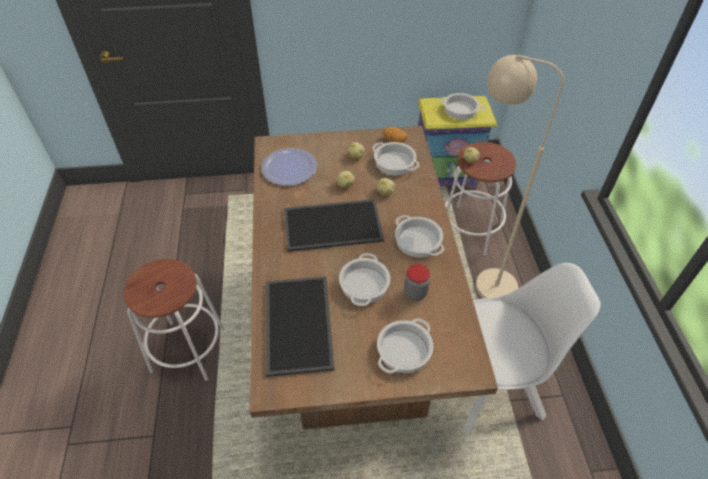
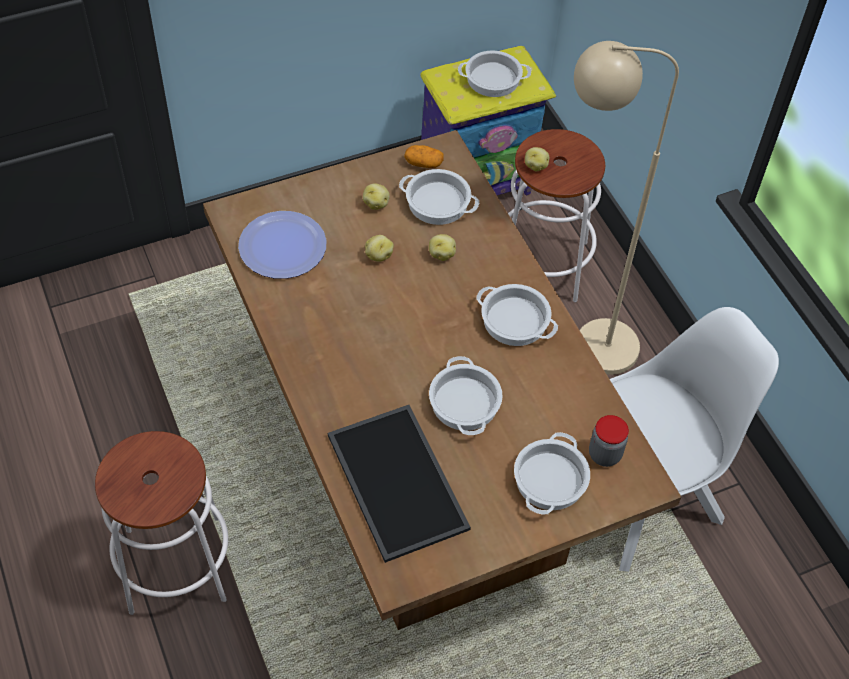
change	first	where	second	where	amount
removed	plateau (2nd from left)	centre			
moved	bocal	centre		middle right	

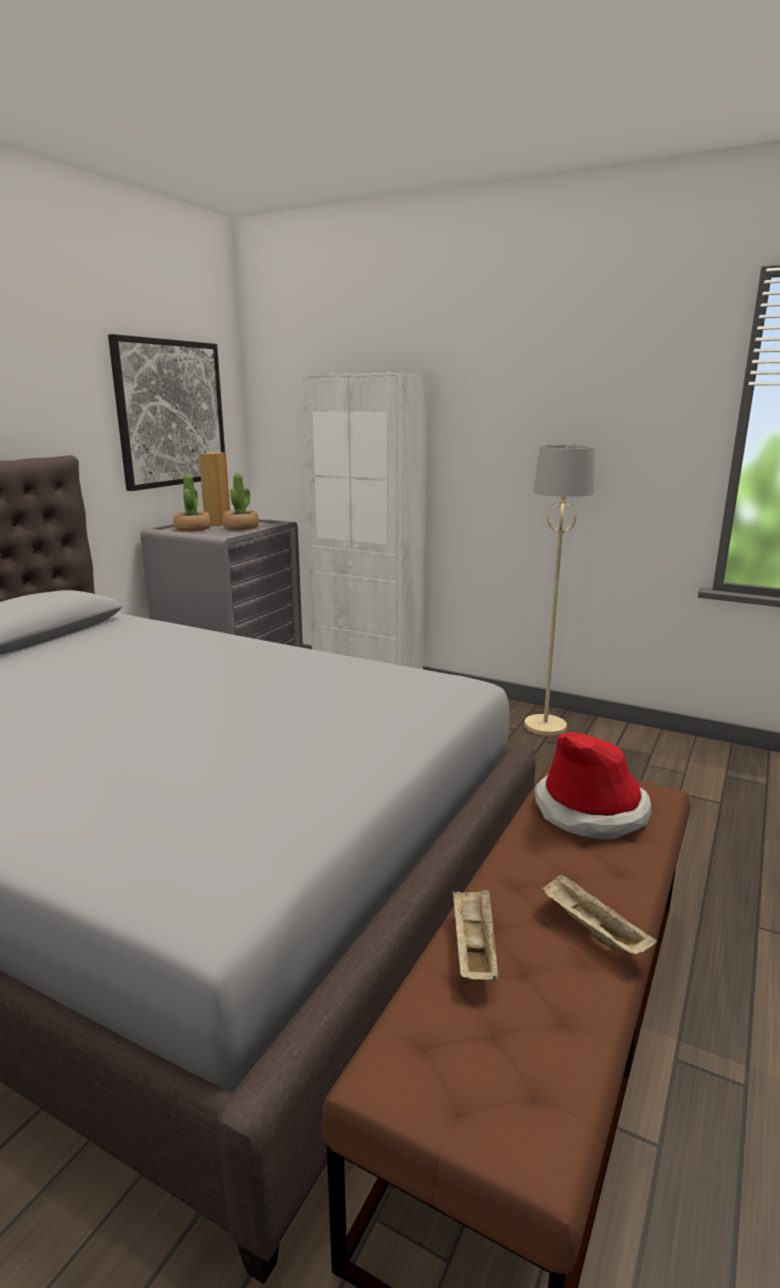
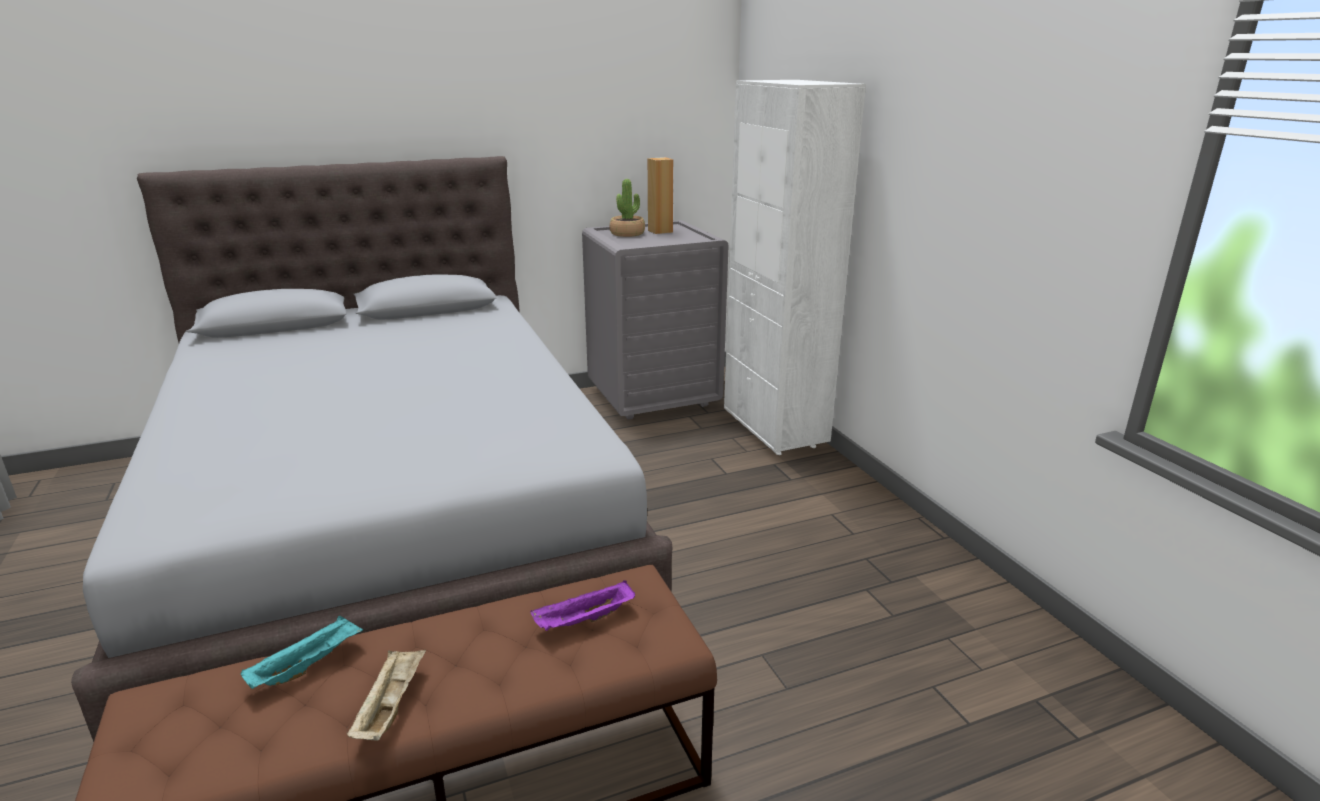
change	first	where	second	where	amount
removed	tableau	top left			
removed	plante en pot (2nd from left)	middle left			
recoloured	plateau [beige] (1st from left)	bottom centre	plateau [turquoise]	bottom left	
removed	lampadaire [beige]	middle right			
replaced	chapeau	middle right	plateau [violet]	bottom centre	

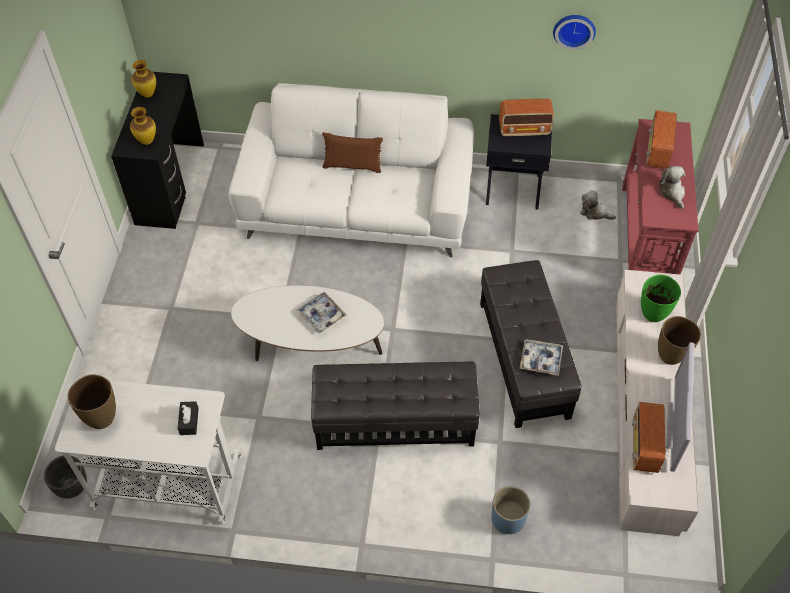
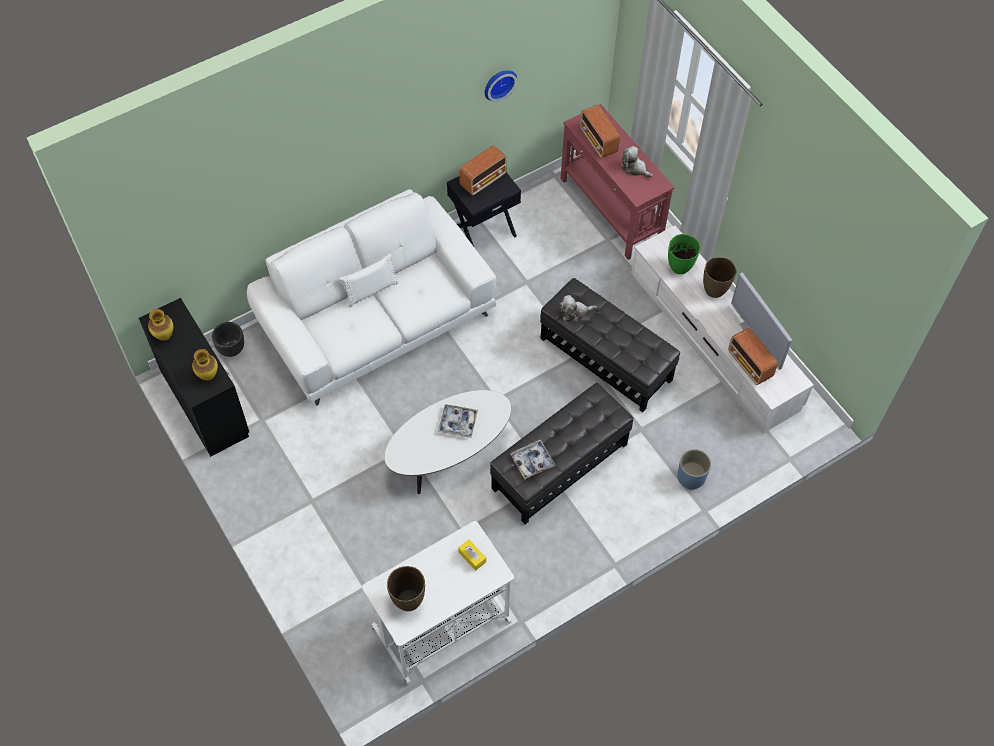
change	first	where	second	where	amount
moved	cache-pot [noir]	bottom left		middle left	
recoloured	boîte à mouchoirs [noir]	bottom left	boîte à mouchoirs [jaune]	bottom centre	
recoloured	coussin [marron]	top centre	coussin [blanc]	centre	
moved	plateau (2nd from left)	middle right		centre	
moved	peluche (1st from left)	middle right		centre	

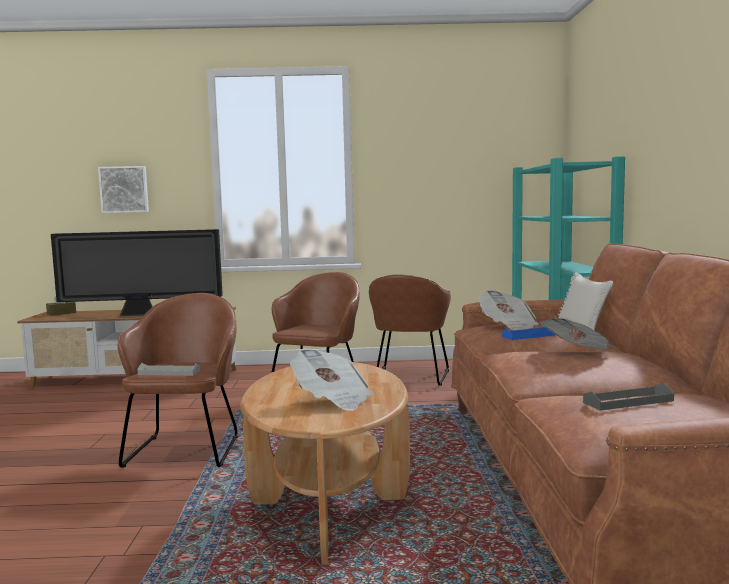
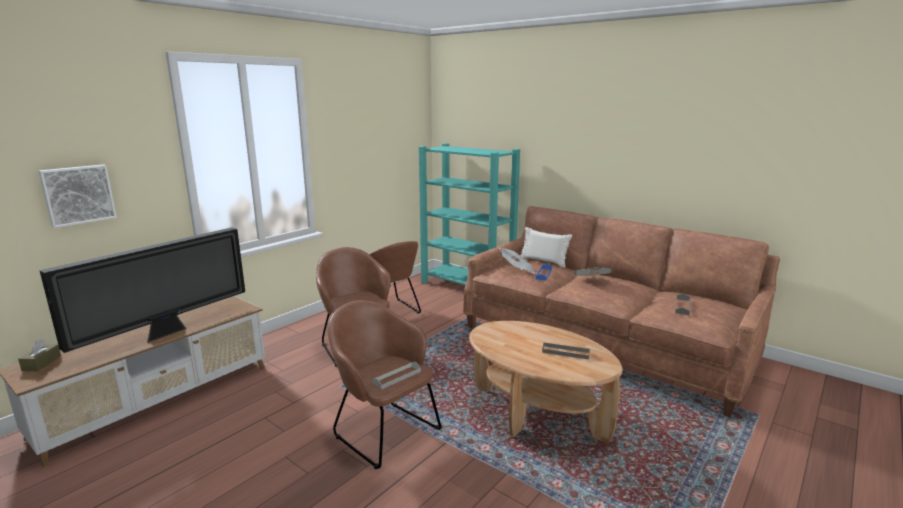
change	first	where	second	where	amount
replaced	journal (1st from left)	centre	plateau [gris] (2nd from left)	bottom centre	

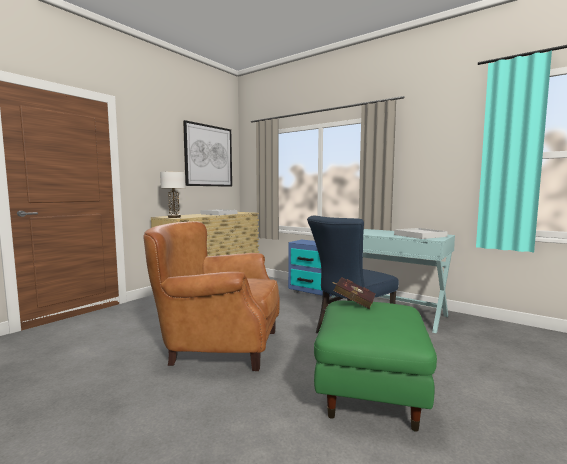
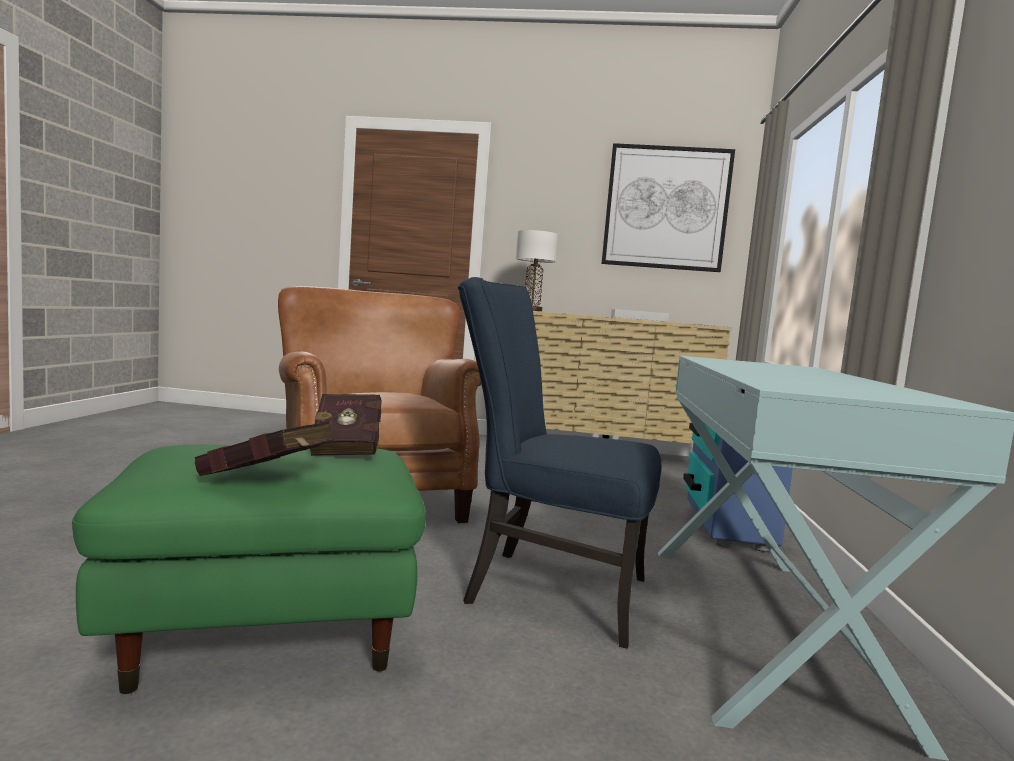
change	first	where	second	where	amount
removed	plateau [blanc] (2nd from left)	middle right			
added			livre [rouge] (1st from left)	middle left	

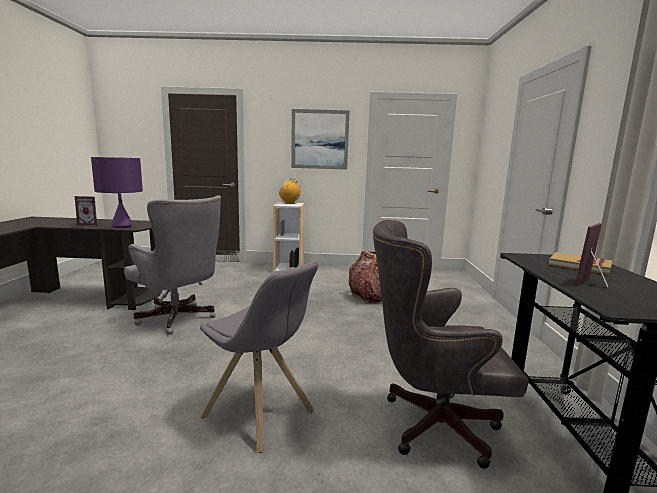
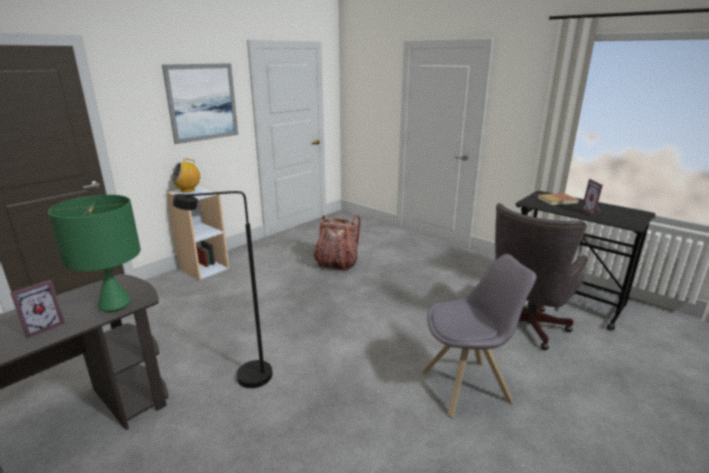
change	first	where	second	where	amount
recoloured	lampe de table [violet]	middle left	lampe de table [vert]	middle left	
replaced	chaise de bureau [gris] (1st from left)	middle left	lampadaire [noir]	middle left	

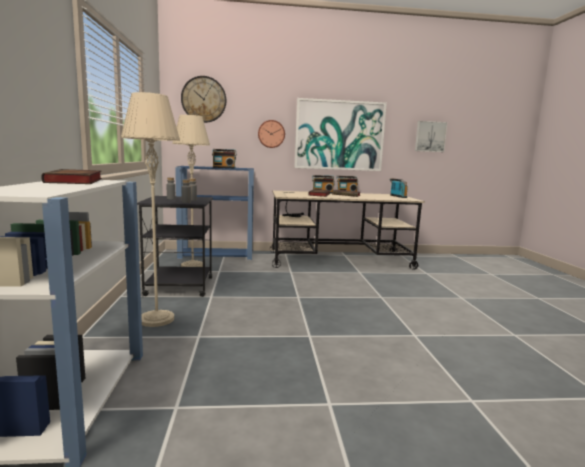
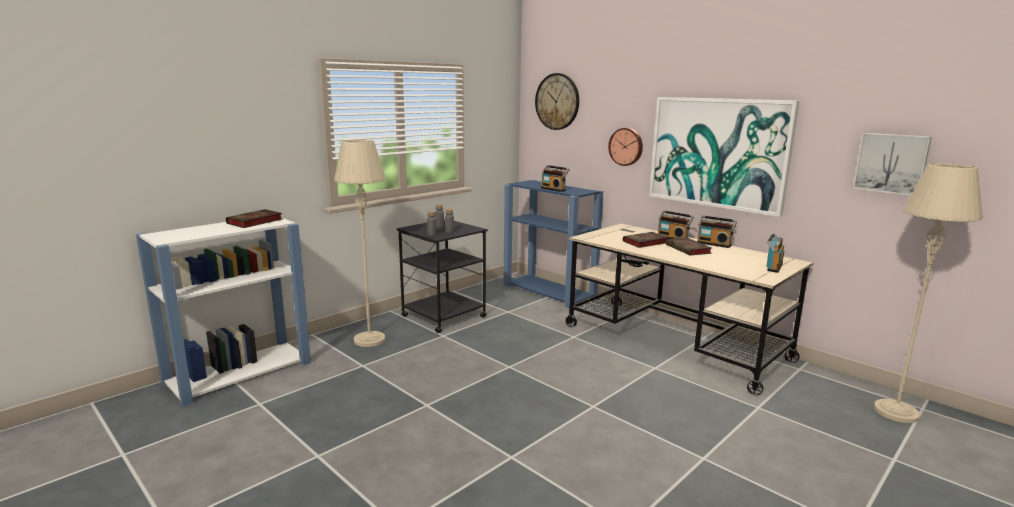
change	first	where	second	where	amount
moved	lampadaire [beige] (2nd from left)	middle left		middle right	

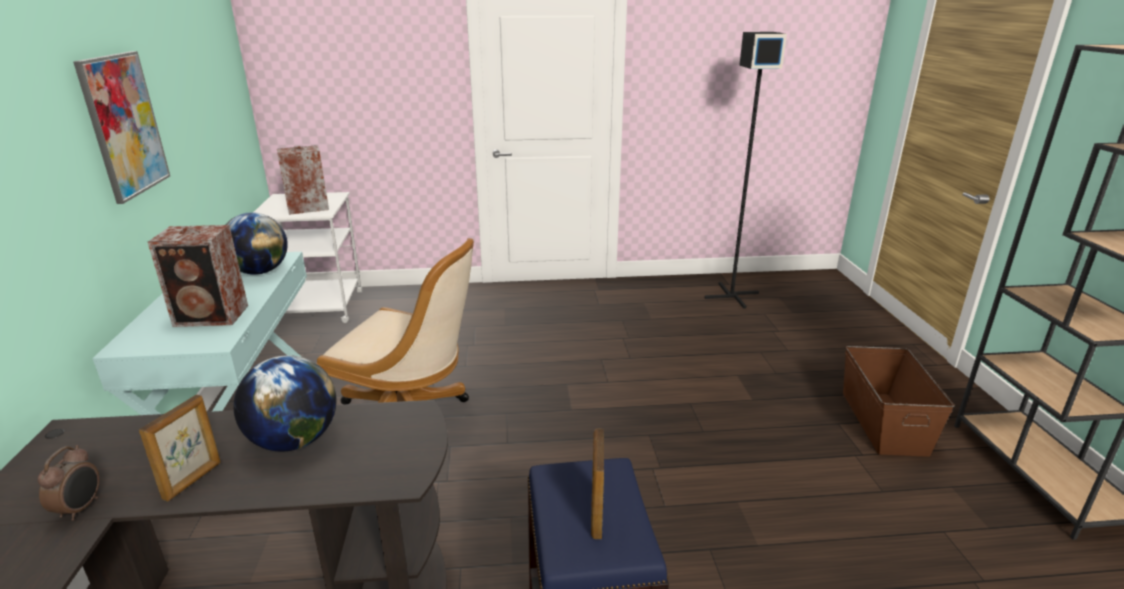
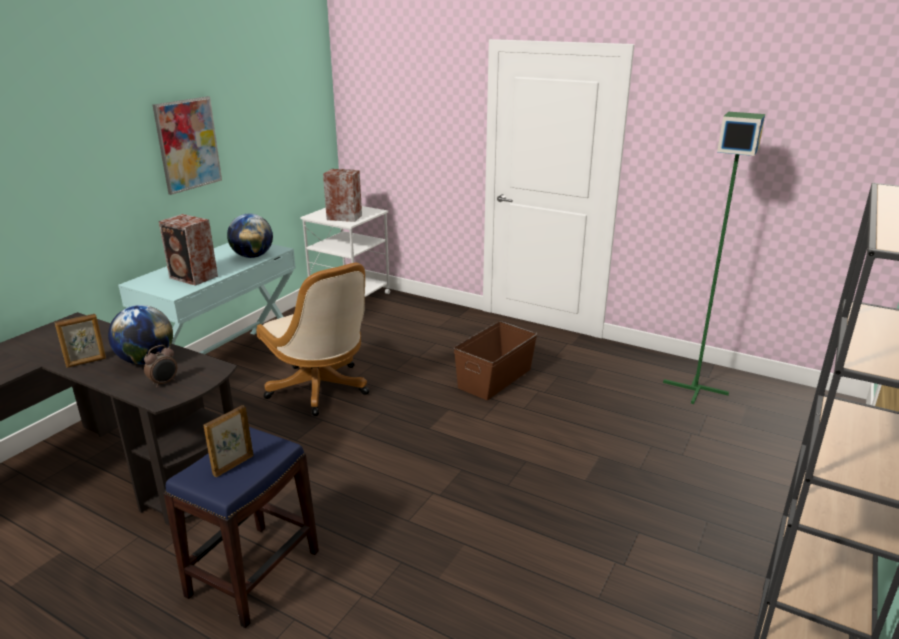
change	first	where	second	where	amount
moved	réveil	bottom left		middle left	
recoloured	lampadaire [noir]	top centre	lampadaire [vert]	middle right	
moved	boîte de rangement [marron]	bottom right		centre	

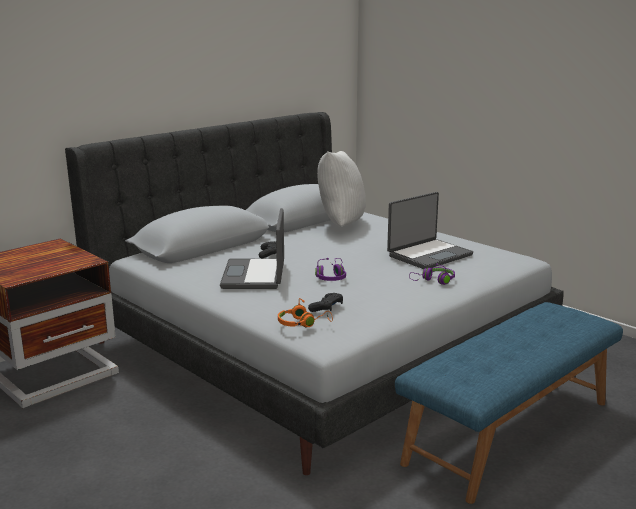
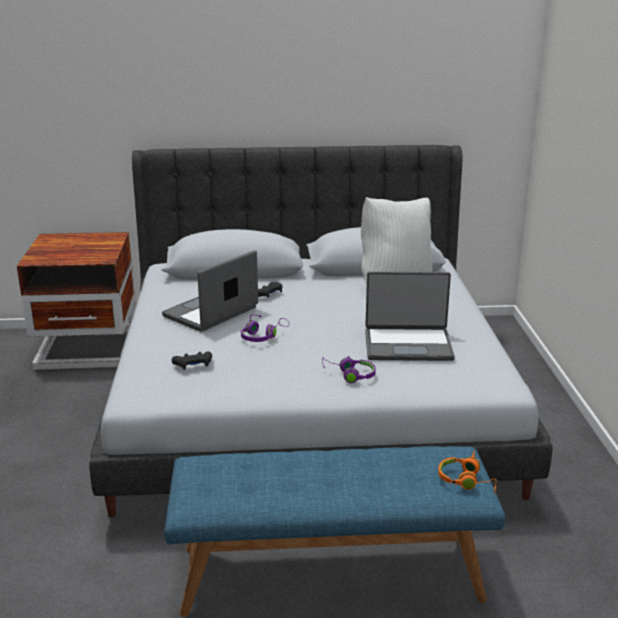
change	first	where	second	where	amount
moved	casque audio [orange]	centre		bottom right	

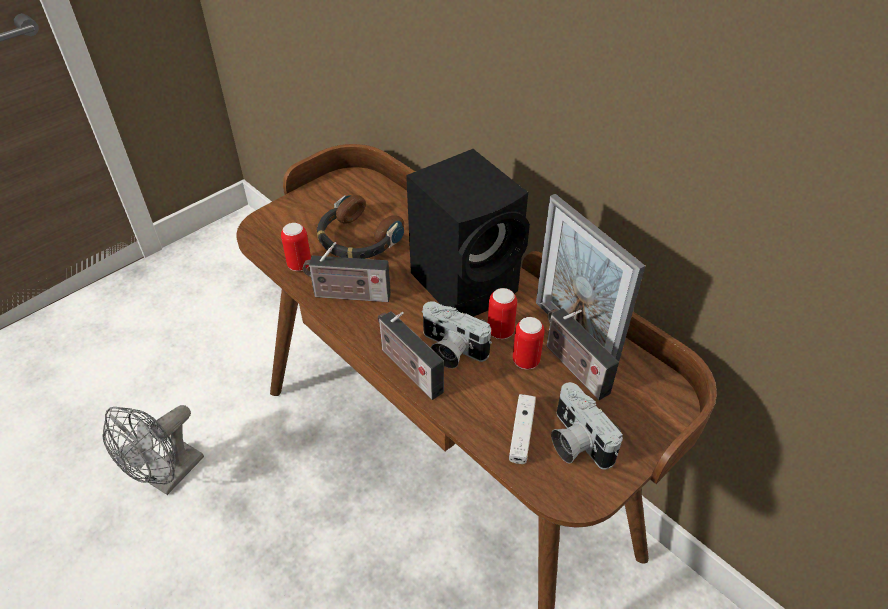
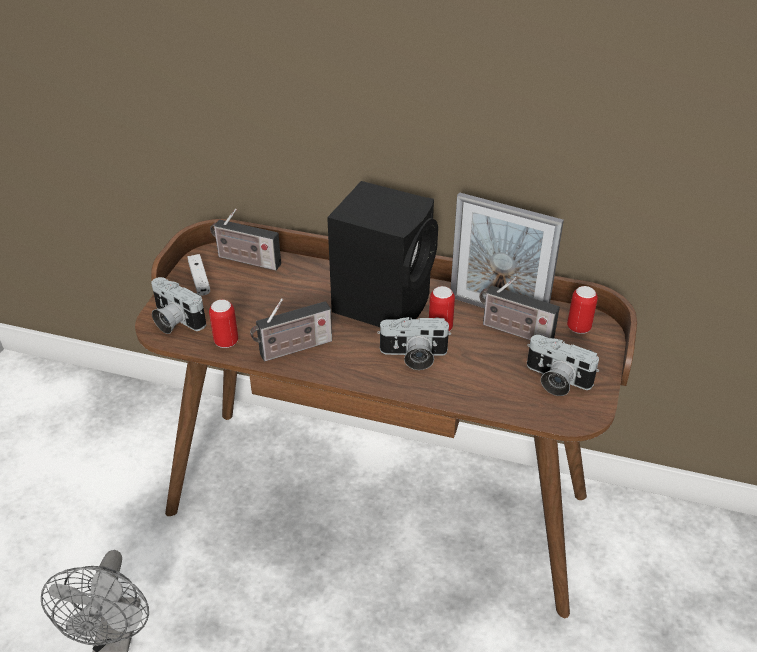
change	first	where	second	where	amount
removed	casque audio	centre			
moved	radio (2nd from left in the first image)	centre	radio (1st from left)	middle left	
moved	manette [blanc]	bottom centre		middle left	
moved	boîte métallique (3rd from left)	centre		middle right	
added			appareil photo (1st from left)	middle left	

